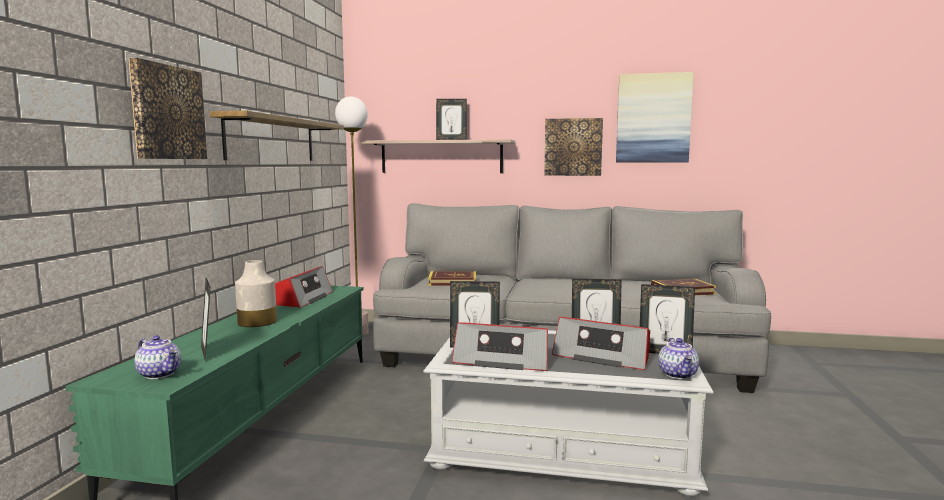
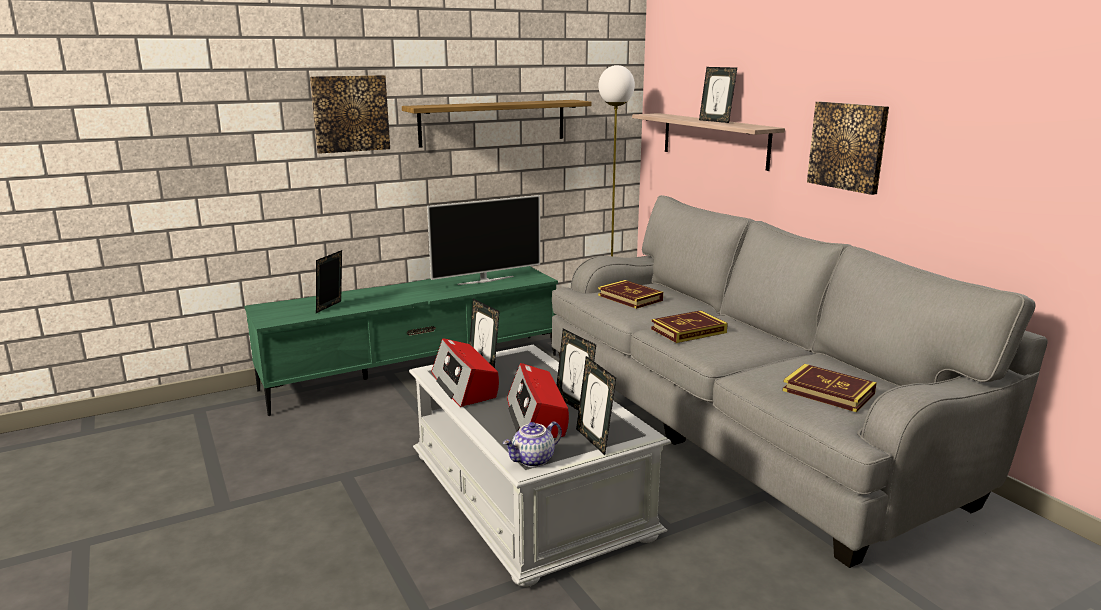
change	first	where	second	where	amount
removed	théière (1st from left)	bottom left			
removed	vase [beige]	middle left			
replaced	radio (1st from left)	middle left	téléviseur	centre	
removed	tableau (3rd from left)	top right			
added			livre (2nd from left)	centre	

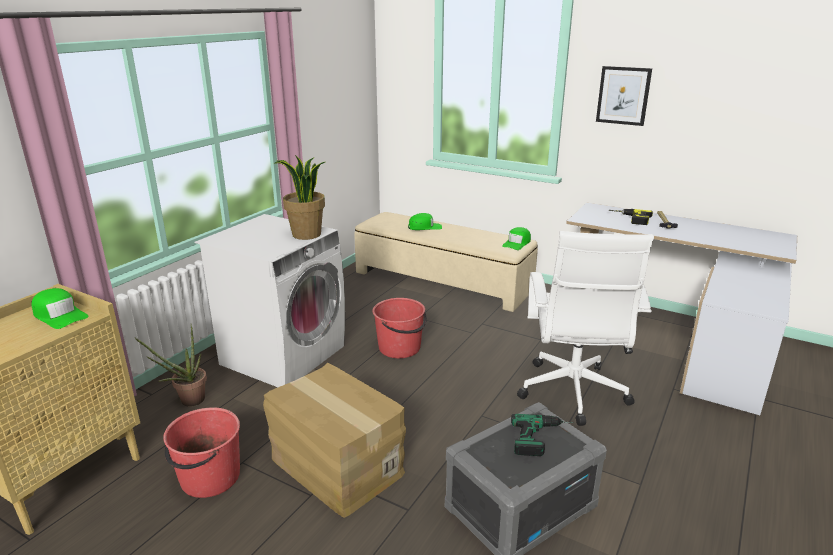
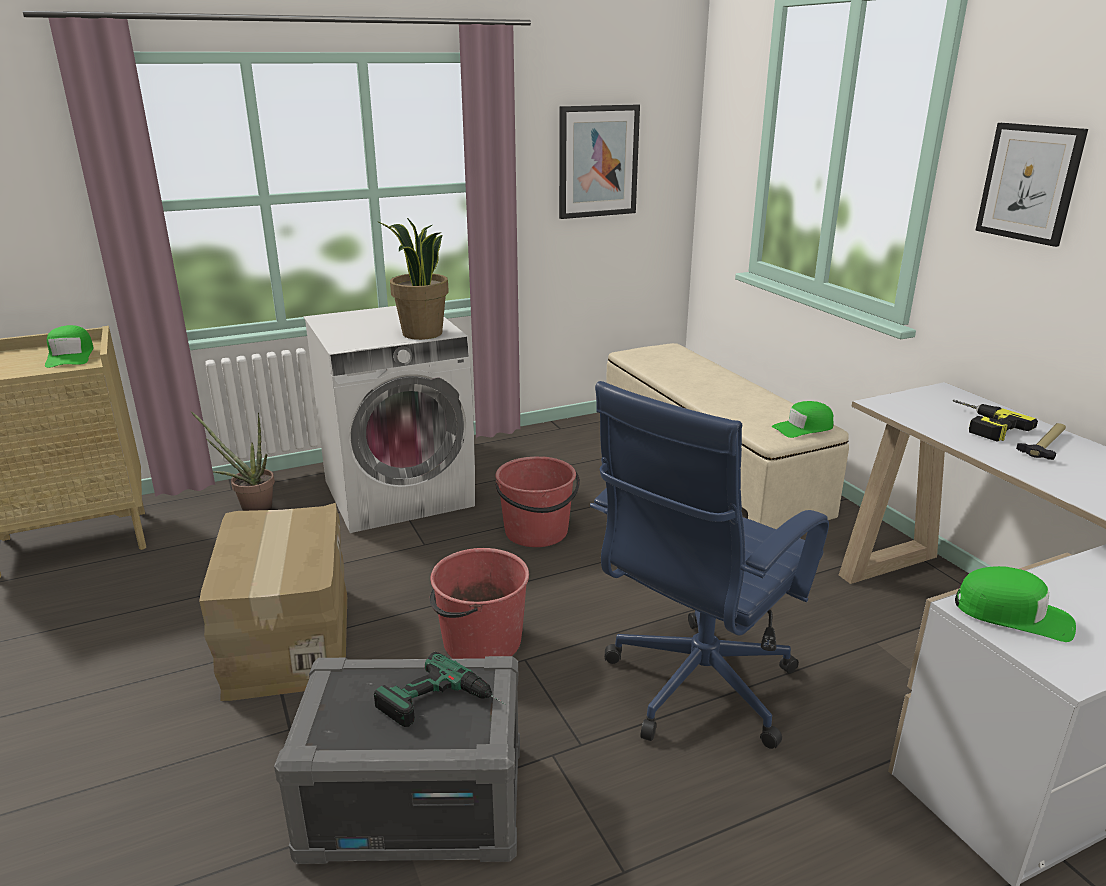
change	first	where	second	where	amount
moved	seau [rouge] (1st from left)	bottom left		bottom centre	
moved	casquette [vert] (2nd from left in the first image)	centre	casquette [vert] (3rd from left)	bottom right	
recoloured	chaise de bureau [blanc]	middle right	chaise de bureau [bleu]	centre	
added			tableau (1st from left)	top centre	

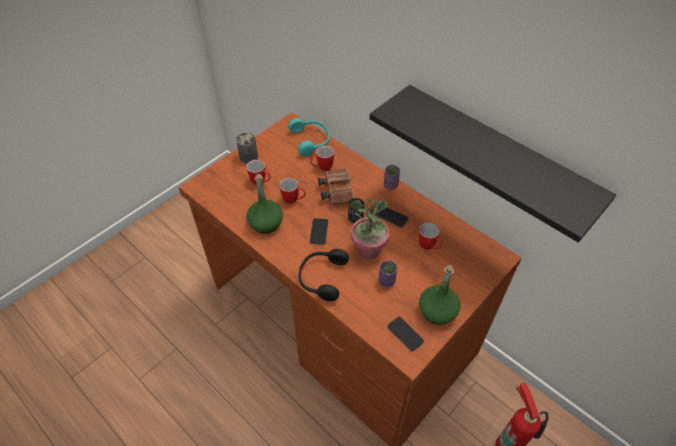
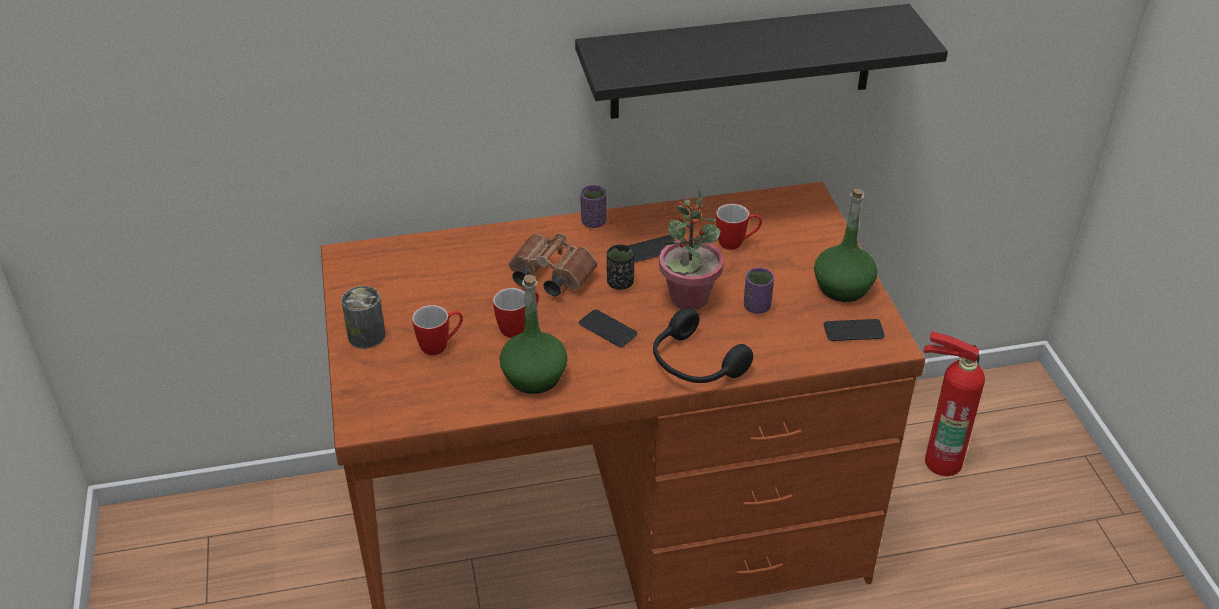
change	first	where	second	where	amount
removed	casque audio [turquoise]	top centre			
removed	mug (3rd from left)	centre			

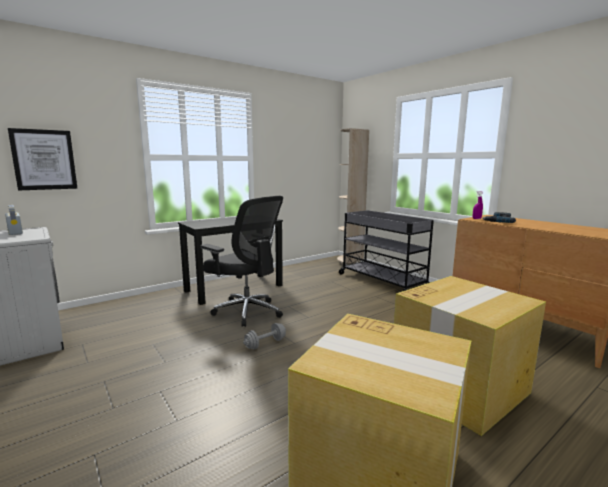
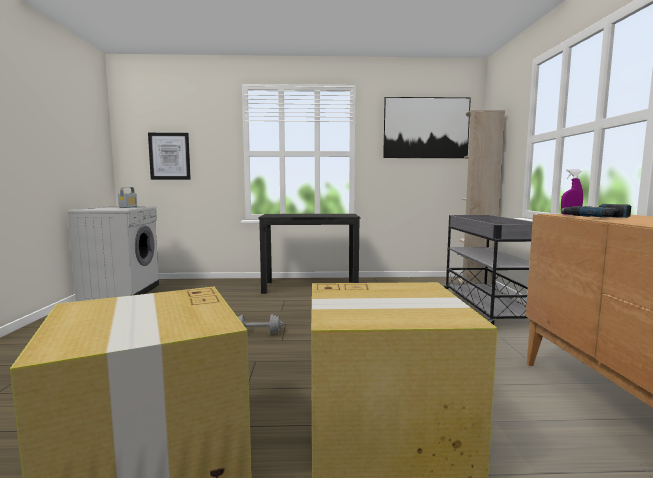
change	first	where	second	where	amount
removed	chaise de bureau	centre			
added			tableau (2nd from left)	top centre	

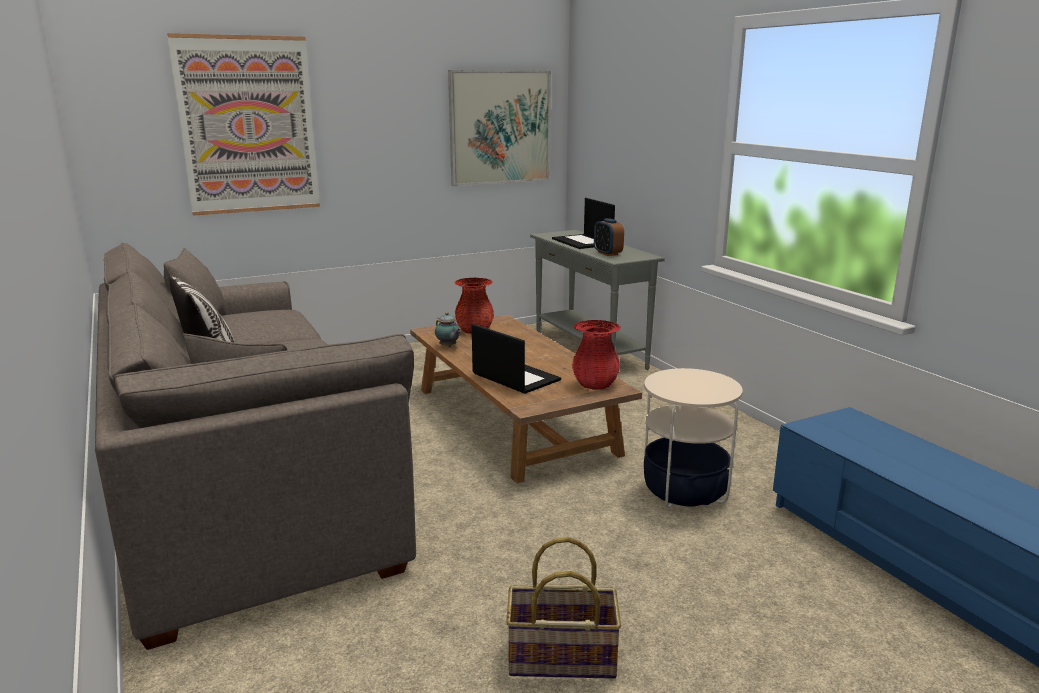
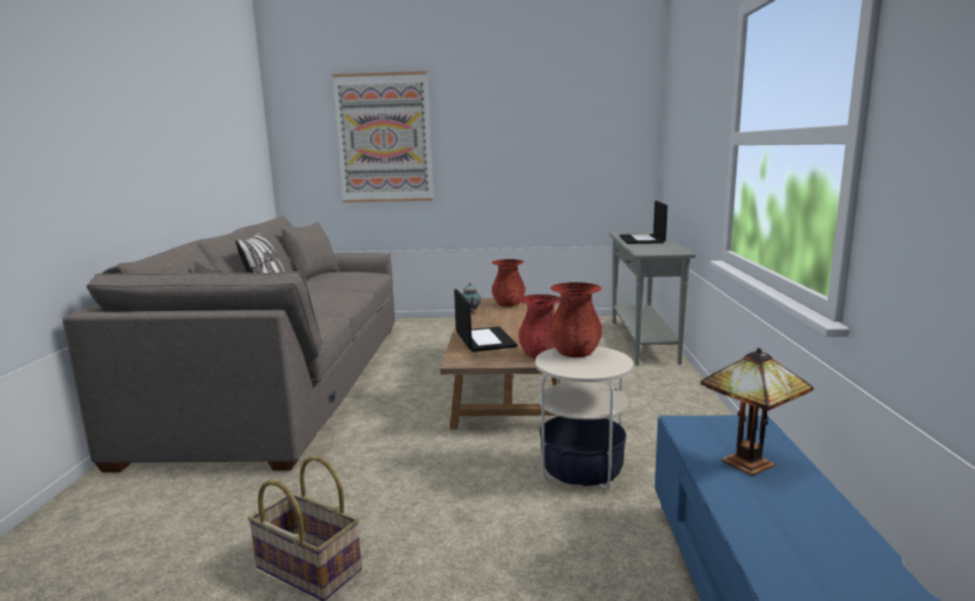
change	first	where	second	where	amount
removed	tableau (2nd from left)	top centre			
removed	réveil	centre			
added			vase [rouge] (3rd from left)	centre	
added			lampe de table	bottom right	

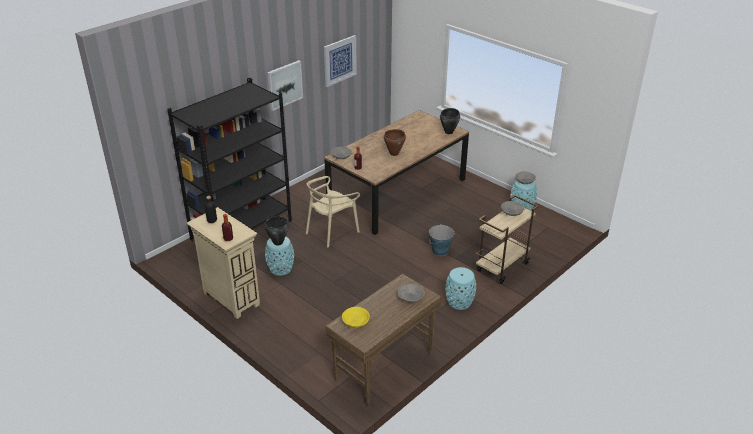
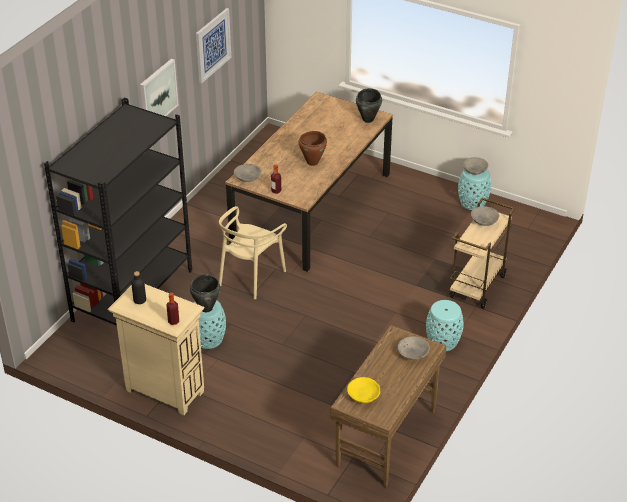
change	first	where	second	where	amount
removed	seau	centre			

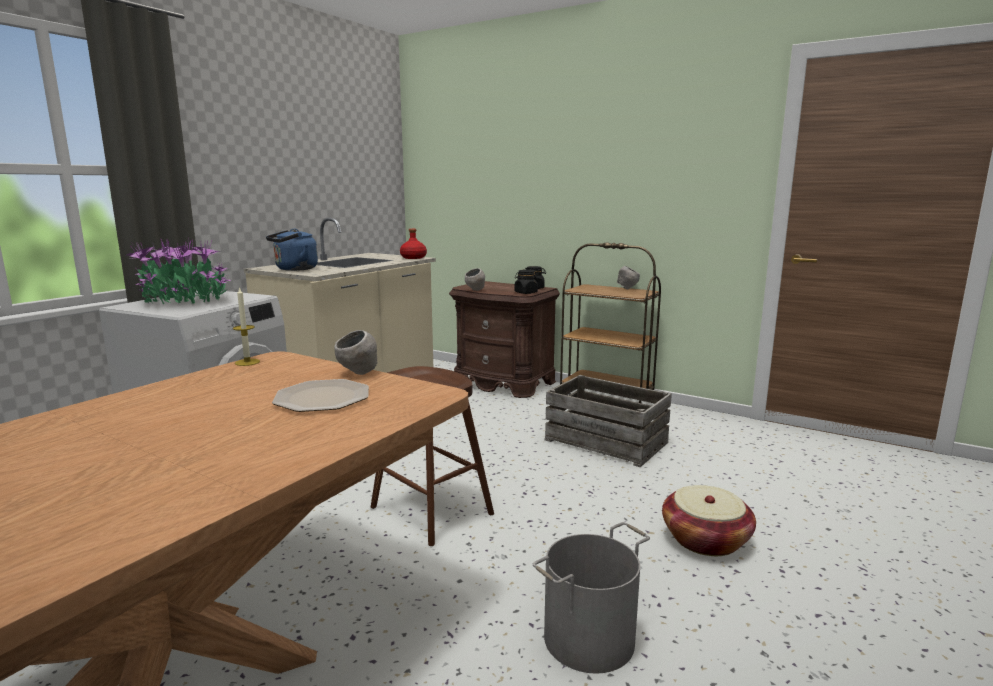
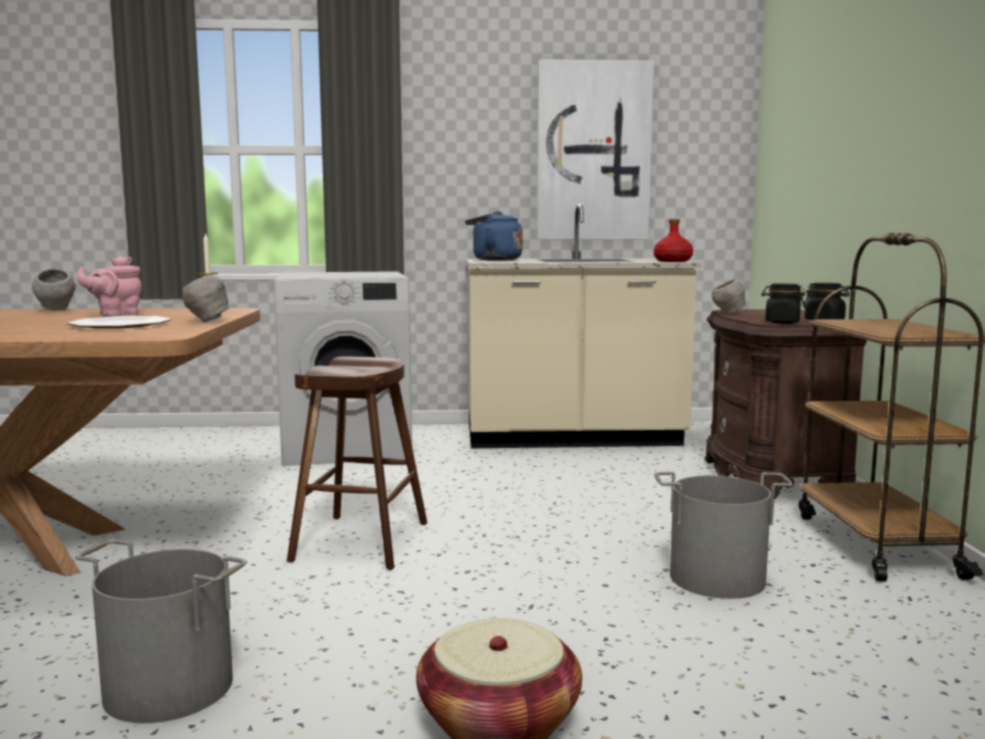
change	first	where	second	where	amount
removed	plante en pot	middle left			
replaced	caisse	centre	seau [gris] (2nd from left)	bottom right	
moved	bol [gris] (3rd from left in the first image)	centre	bol [gris] (1st from left)	middle left	
added			théière [rose]	middle left	
added			tableau	top centre	

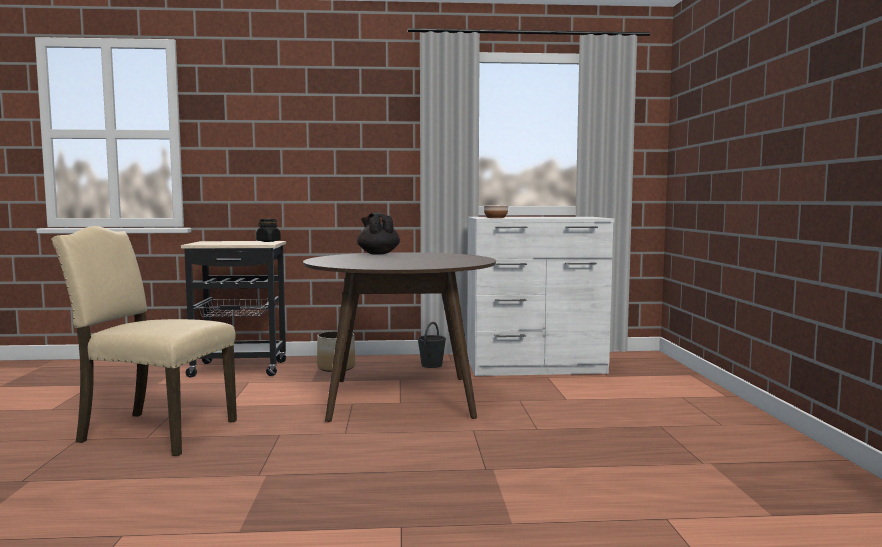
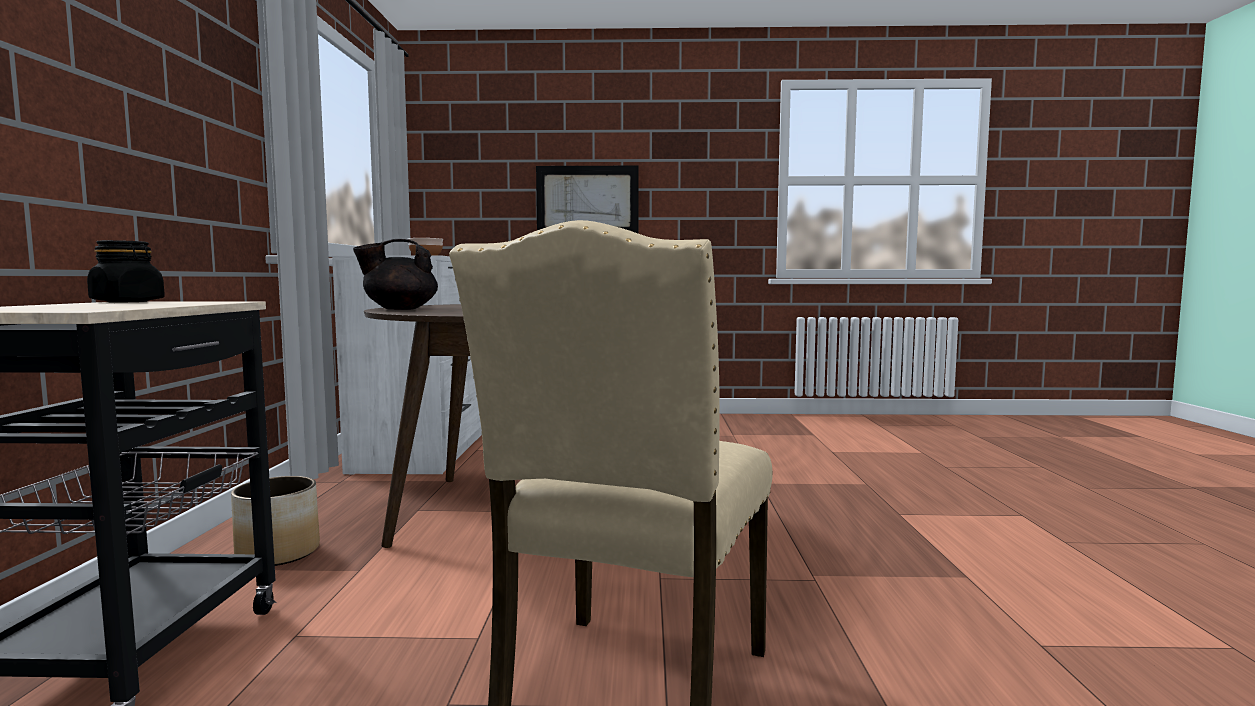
change	first	where	second	where	amount
removed	seau [gris]	centre			
added			tableau	top centre	

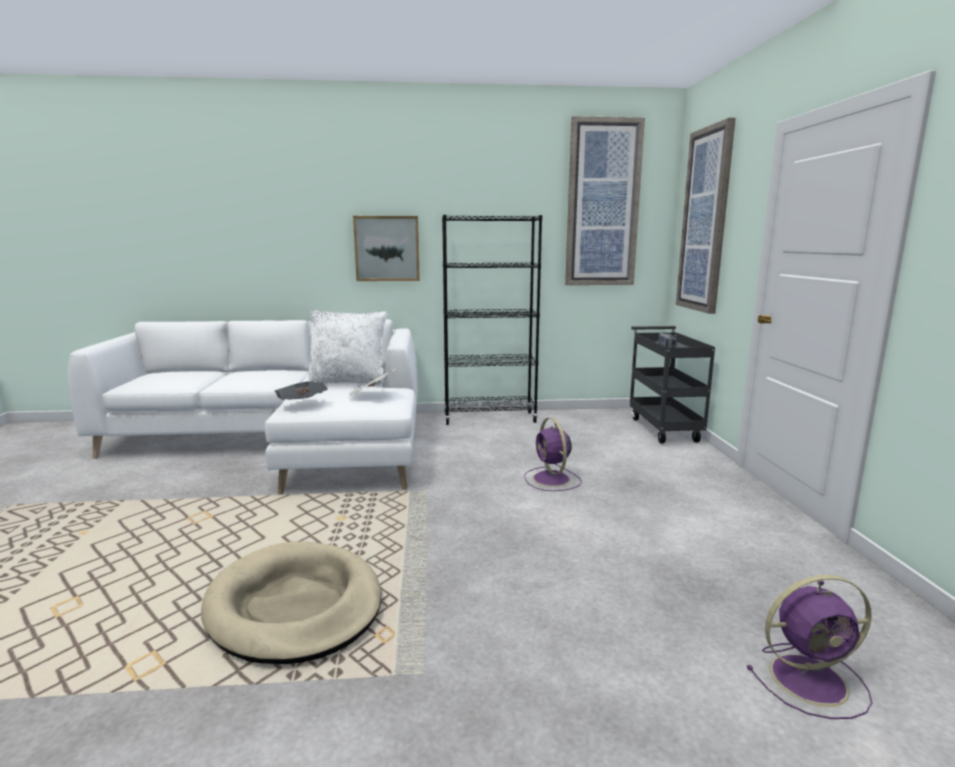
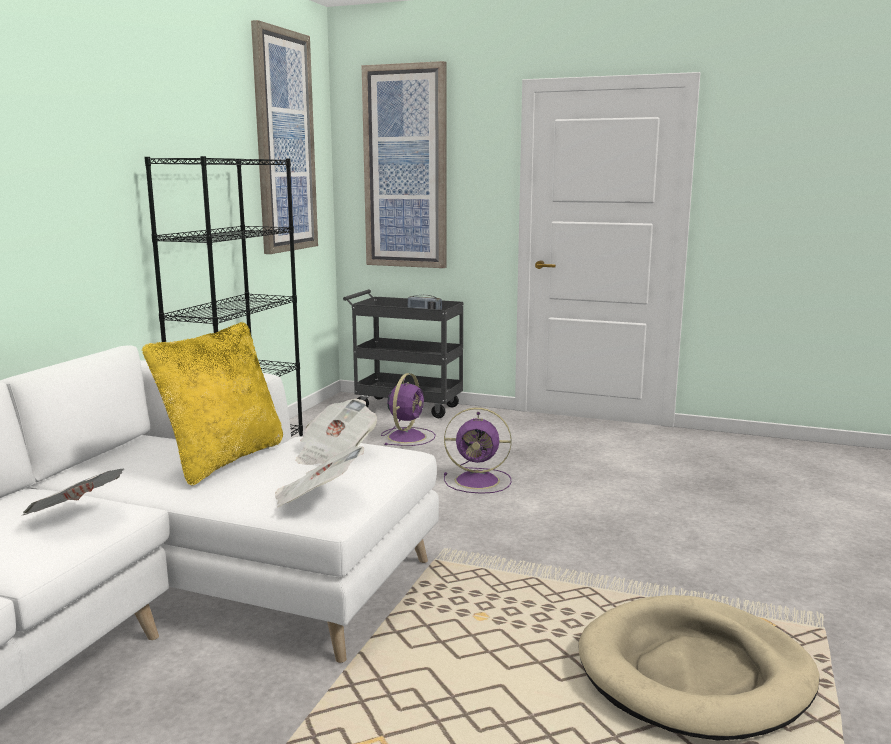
change	first	where	second	where	amount
recoloured	coussin [blanc]	centre	coussin [jaune]	middle left	
removed	tableau (1st from left)	top centre			
moved	ventilateur [violet] (2nd from left in the first image)	bottom right	ventilateur [violet] (1st from left)	centre	
added			journal (1st from left)	middle left	

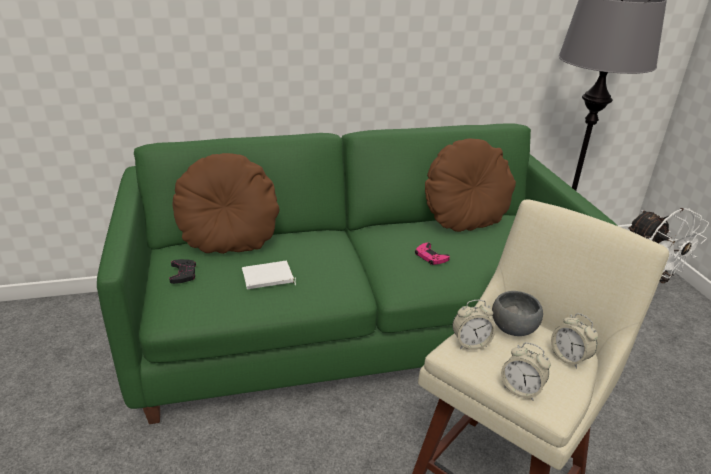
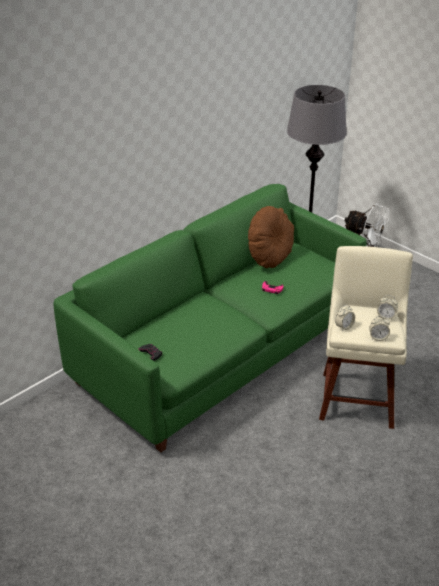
change	first	where	second	where	amount
removed	coussin [marron] (1st from left)	middle left			
removed	livre [blanc]	centre			
removed	bol [gris]	middle right			

